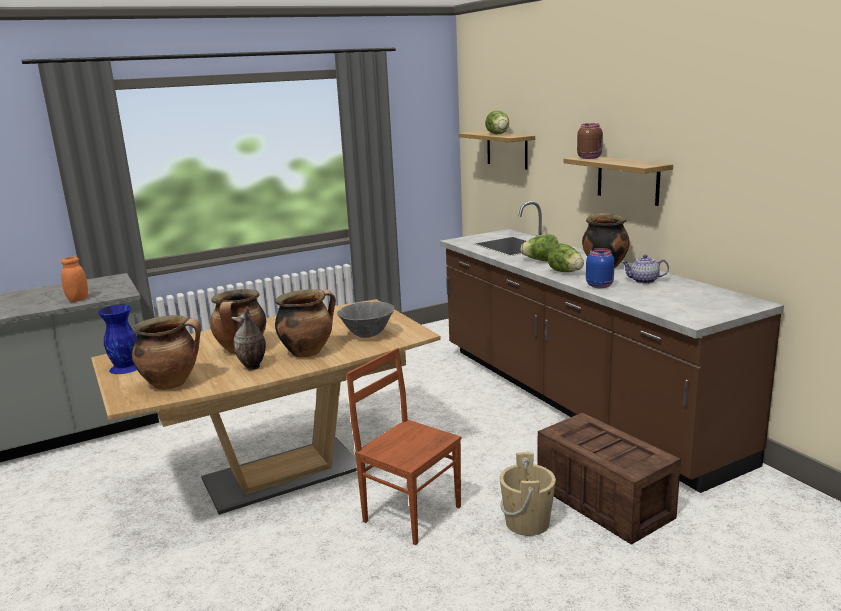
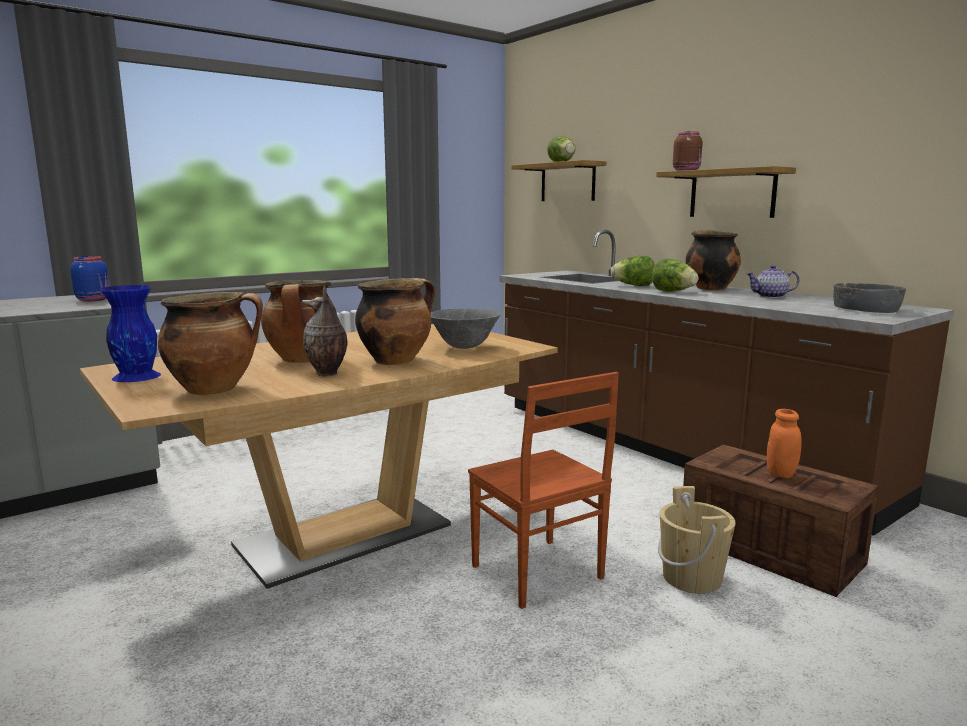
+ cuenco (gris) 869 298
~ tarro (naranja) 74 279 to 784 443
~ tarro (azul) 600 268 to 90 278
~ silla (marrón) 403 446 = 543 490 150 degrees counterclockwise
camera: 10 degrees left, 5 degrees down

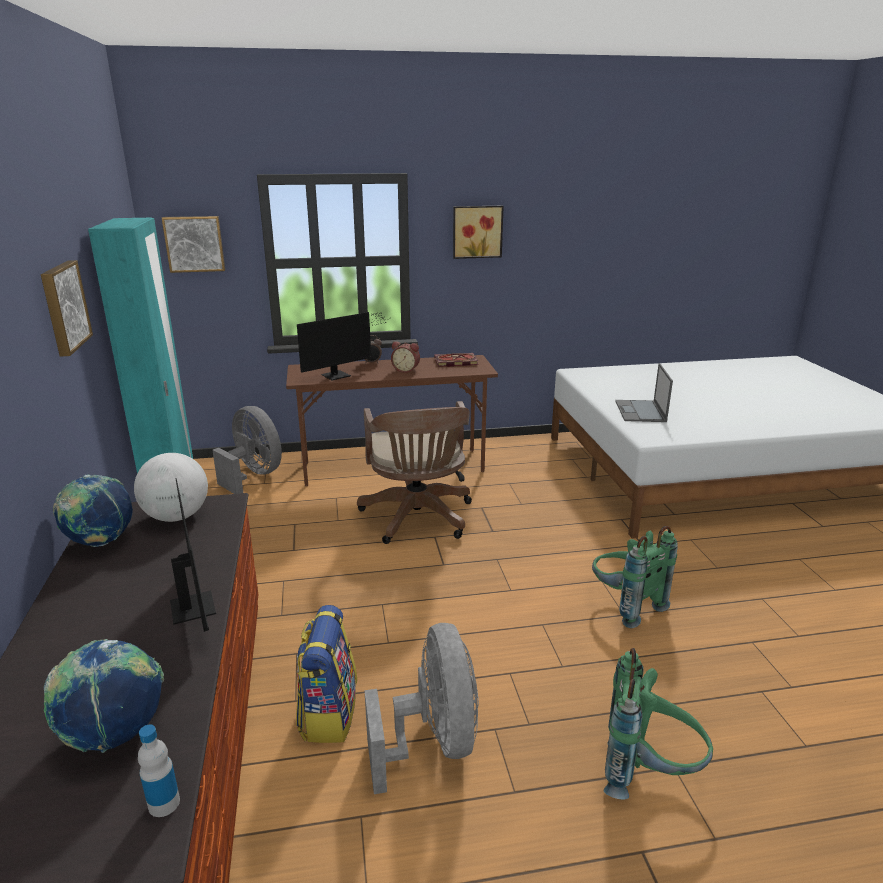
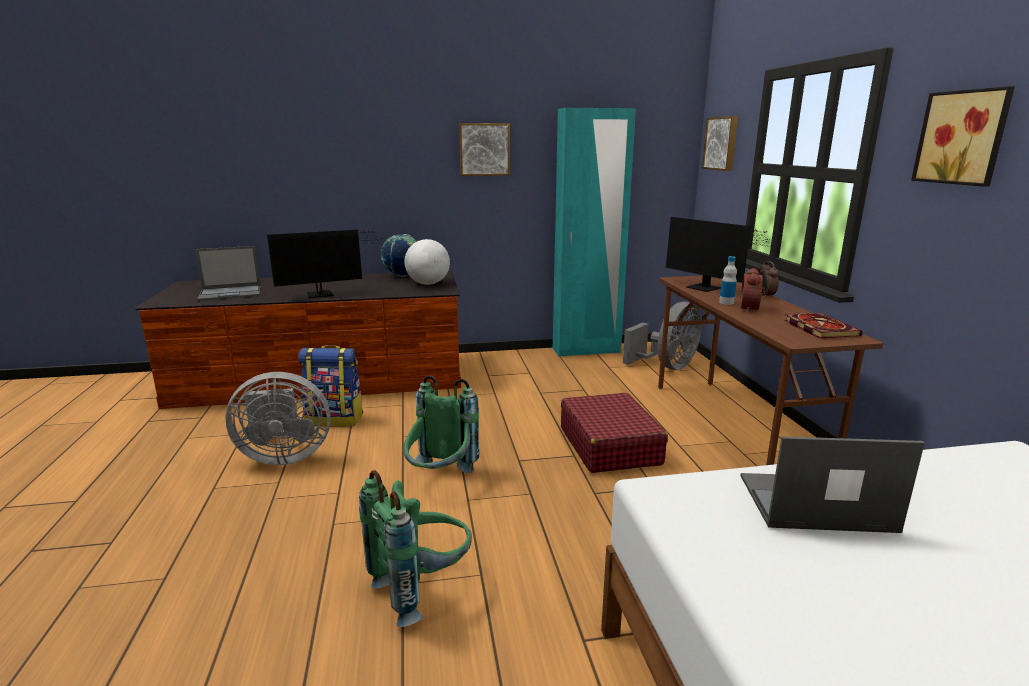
~ botella 159 771 to 728 280
~ mochila (verde) 658 723 to 441 424
~ globo terráqueo 104 696 to portátil 228 273
~ silla de oficina (marrón) 414 472 to maleta (rojo) 614 433
camera: 90 degrees right, 5 degrees down

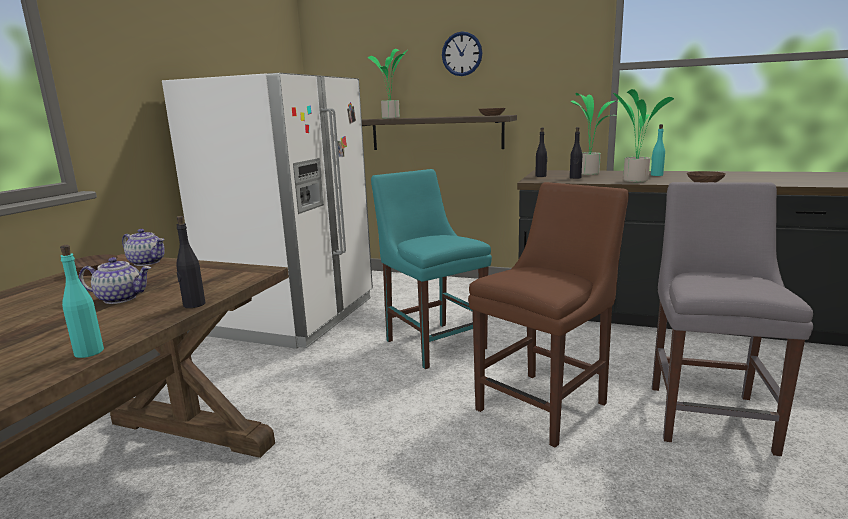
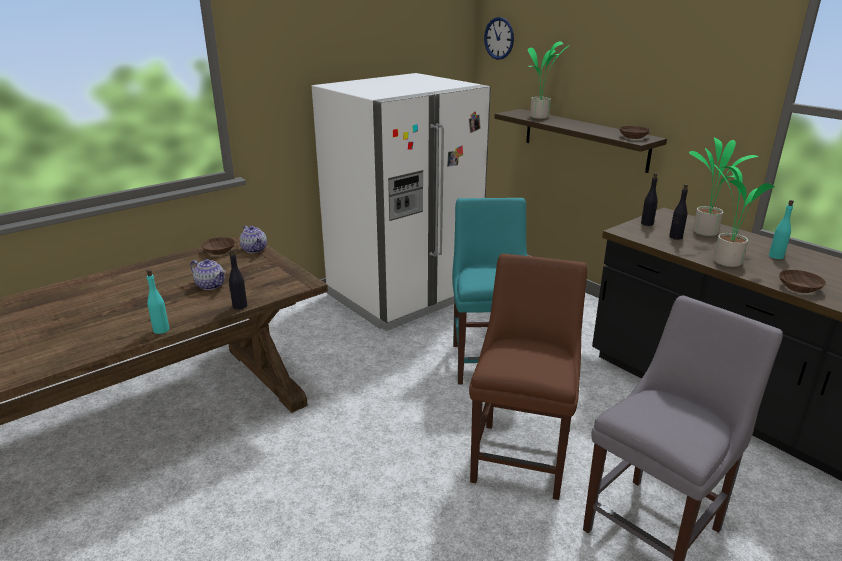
~ reloj de pared 462 53 to 499 38
~ silla (marrón) 548 315 = 528 376 60 degrees counterclockwise
camera: 30 degrees right, 10 degrees up

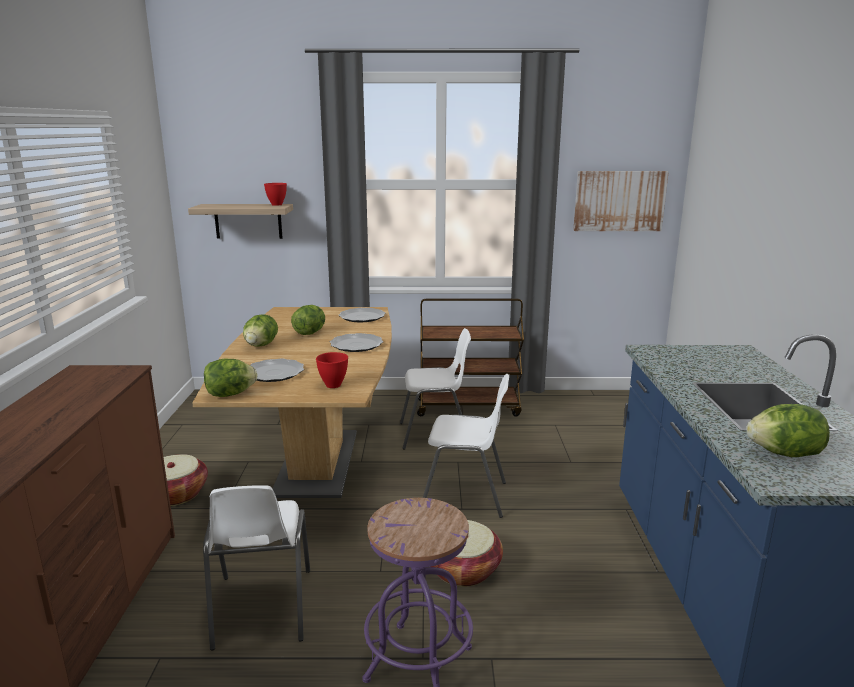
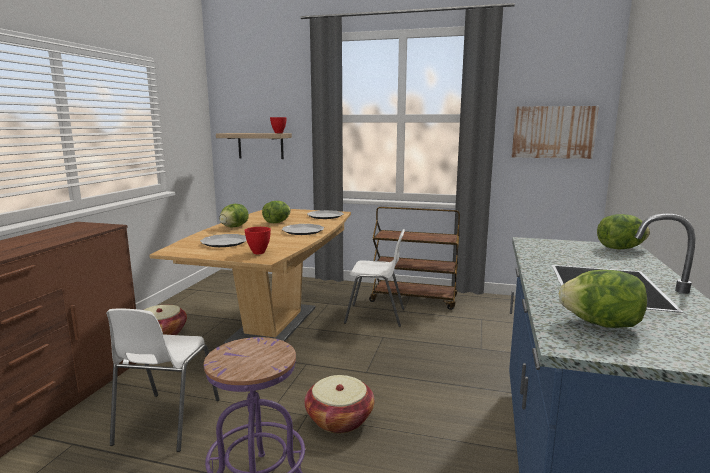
- silla (blanco) 466 446
~ lechuga 230 377 to 623 231
camera: 15 degrees right, 5 degrees down

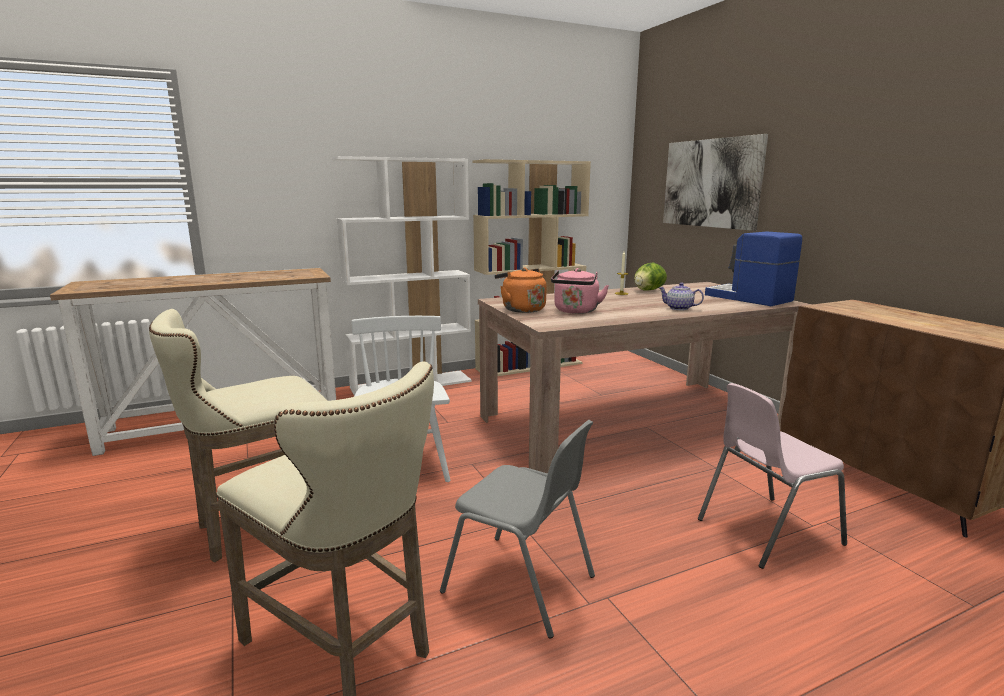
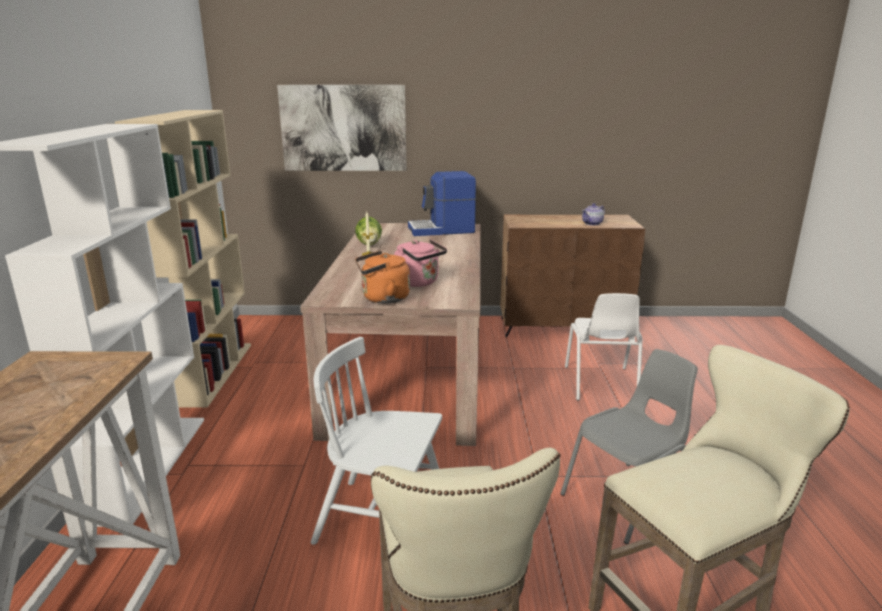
~ tetera 681 296 to 593 214
~ silla (rosa) 772 476 to silla (blanco) 604 347
camera: 65 degrees left, 5 degrees up

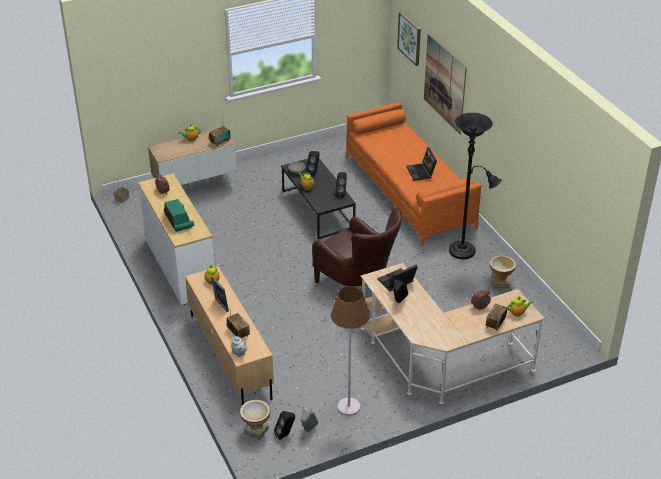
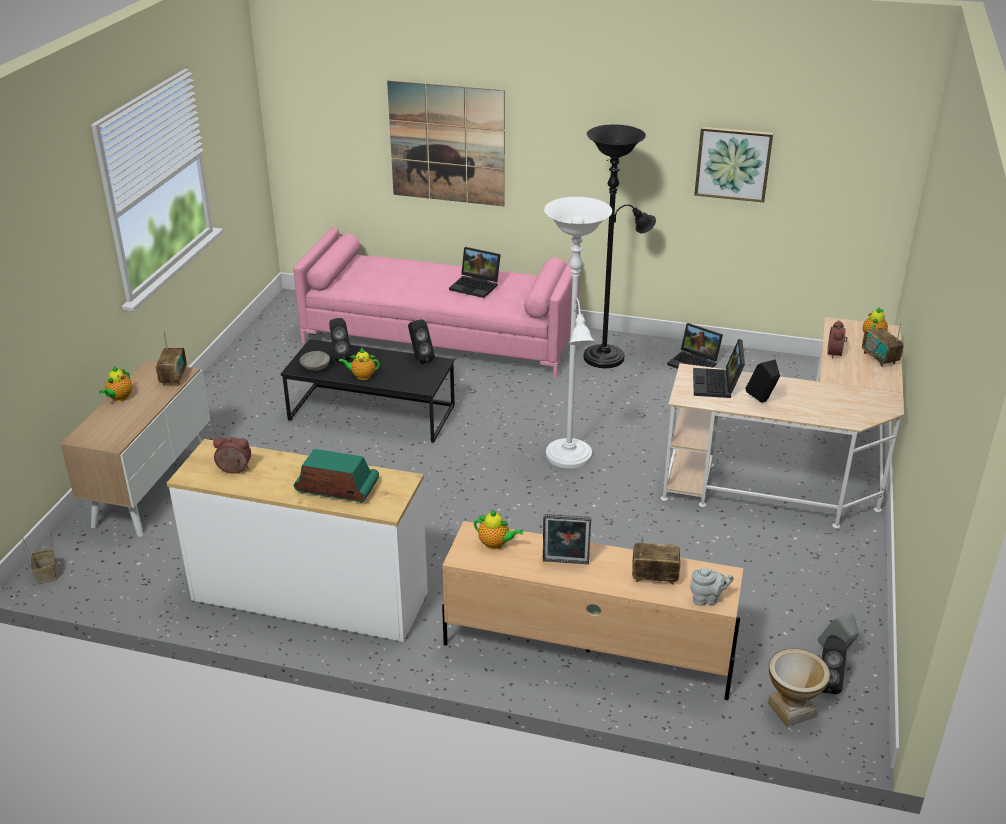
- lámpara de pie (marrón) 350 351
~ cuadro 409 39 to 733 165
~ sillón (marrón) 357 247 to lámpara de pie (blanco) 578 333
~ florero 502 271 to portátil 695 346
~ sofá (naranja) 413 174 to sofá (rosa) 437 303
camera: 50 degrees left, 5 degrees down

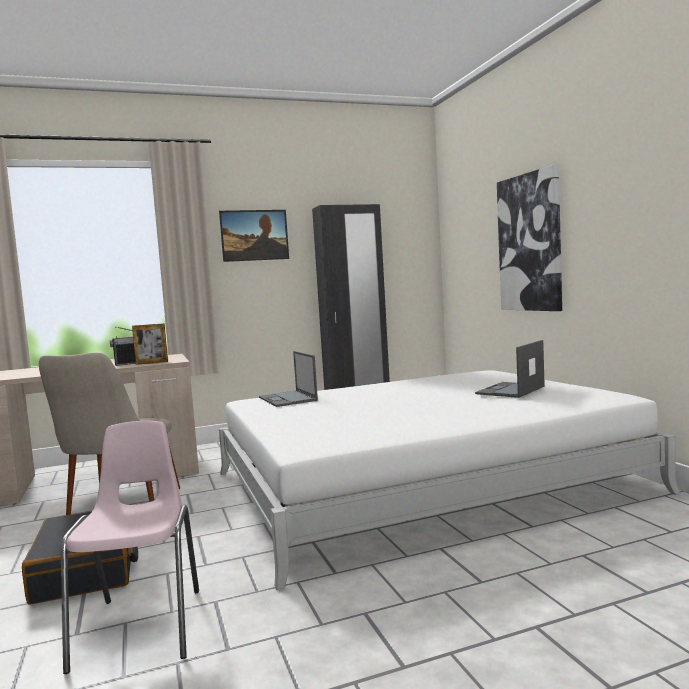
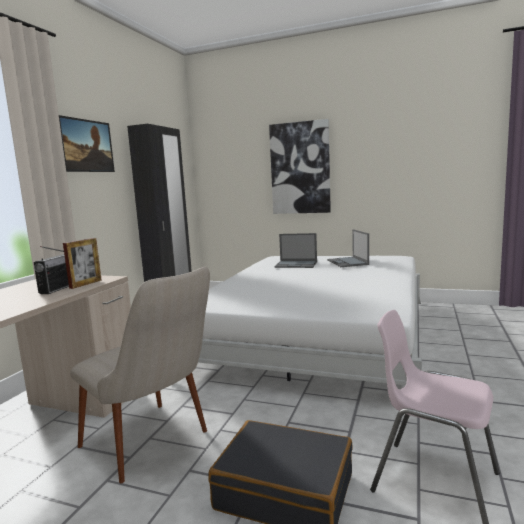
~ portátil 288 379 to 295 250
camera: 50 degrees left, 5 degrees up

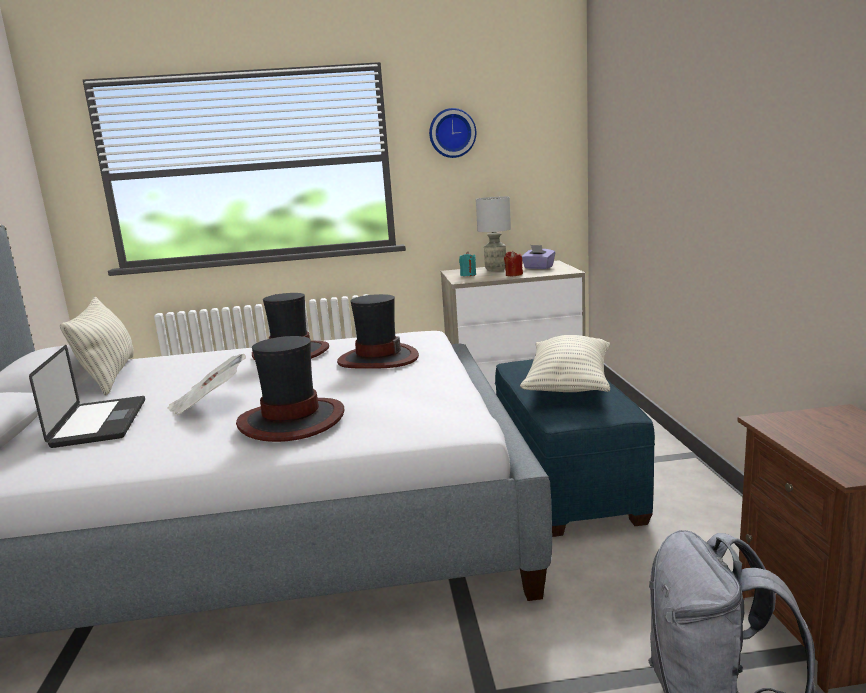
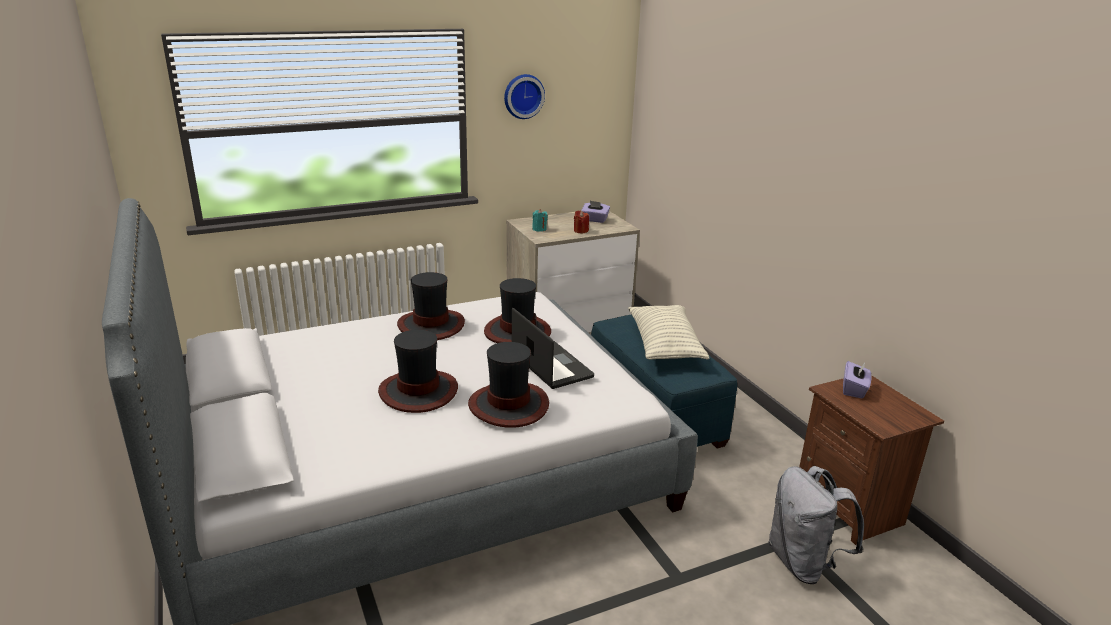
- cojín 97 346
- lámpara de mesa (gris) 493 233
+ caja de pañuelos (morado) 857 379
~ portátil 87 396 to 553 348
~ periódico 207 384 to sombrero 418 371
camera: 20 degrees left, 10 degrees up

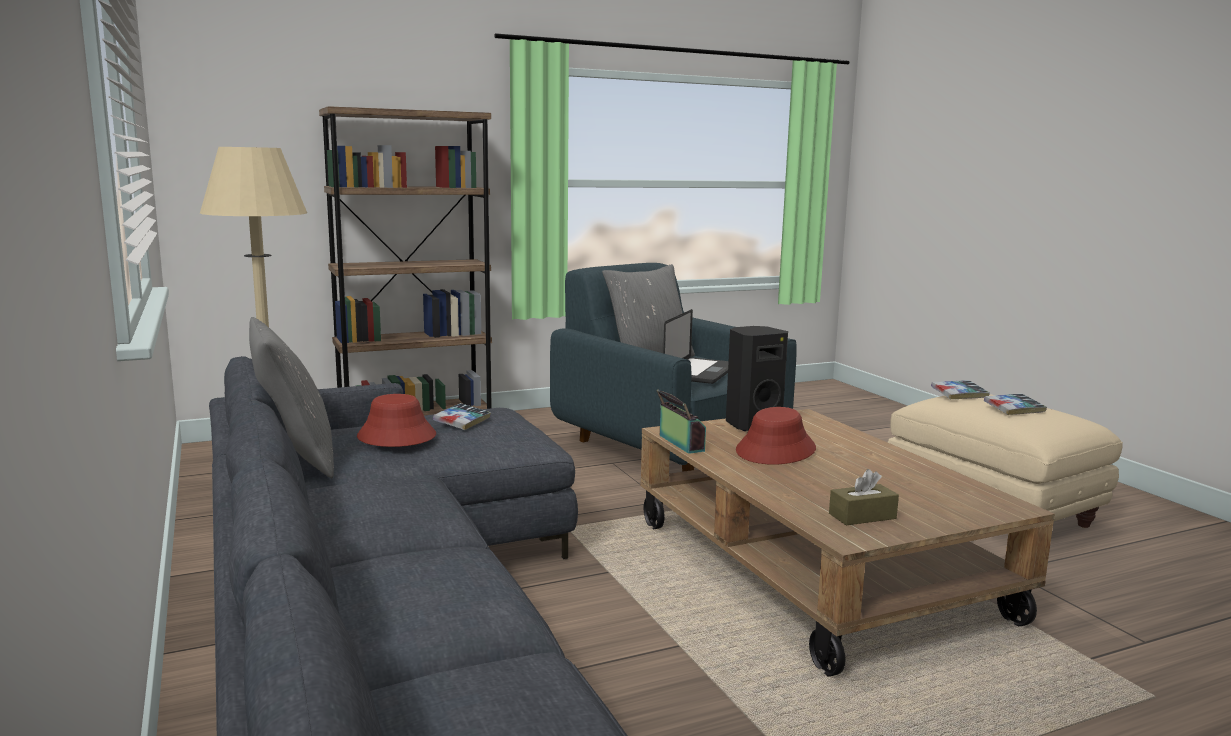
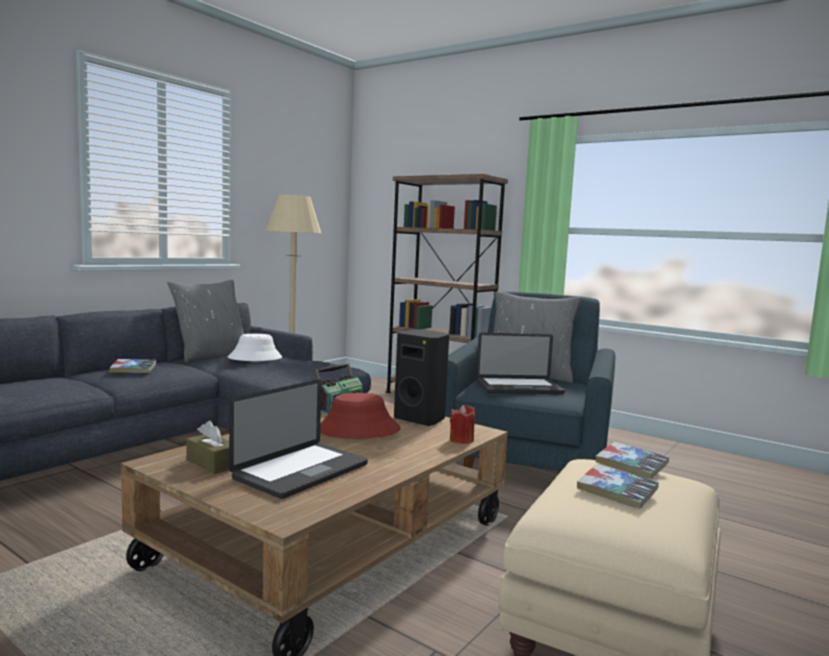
+ portátil 298 439
+ vela (rojo) 462 424
~ libro 462 416 to 133 366
~ sombrero (rojo) 396 420 to sombrero (blanco) 255 347
camera: 60 degrees right, 5 degrees down

